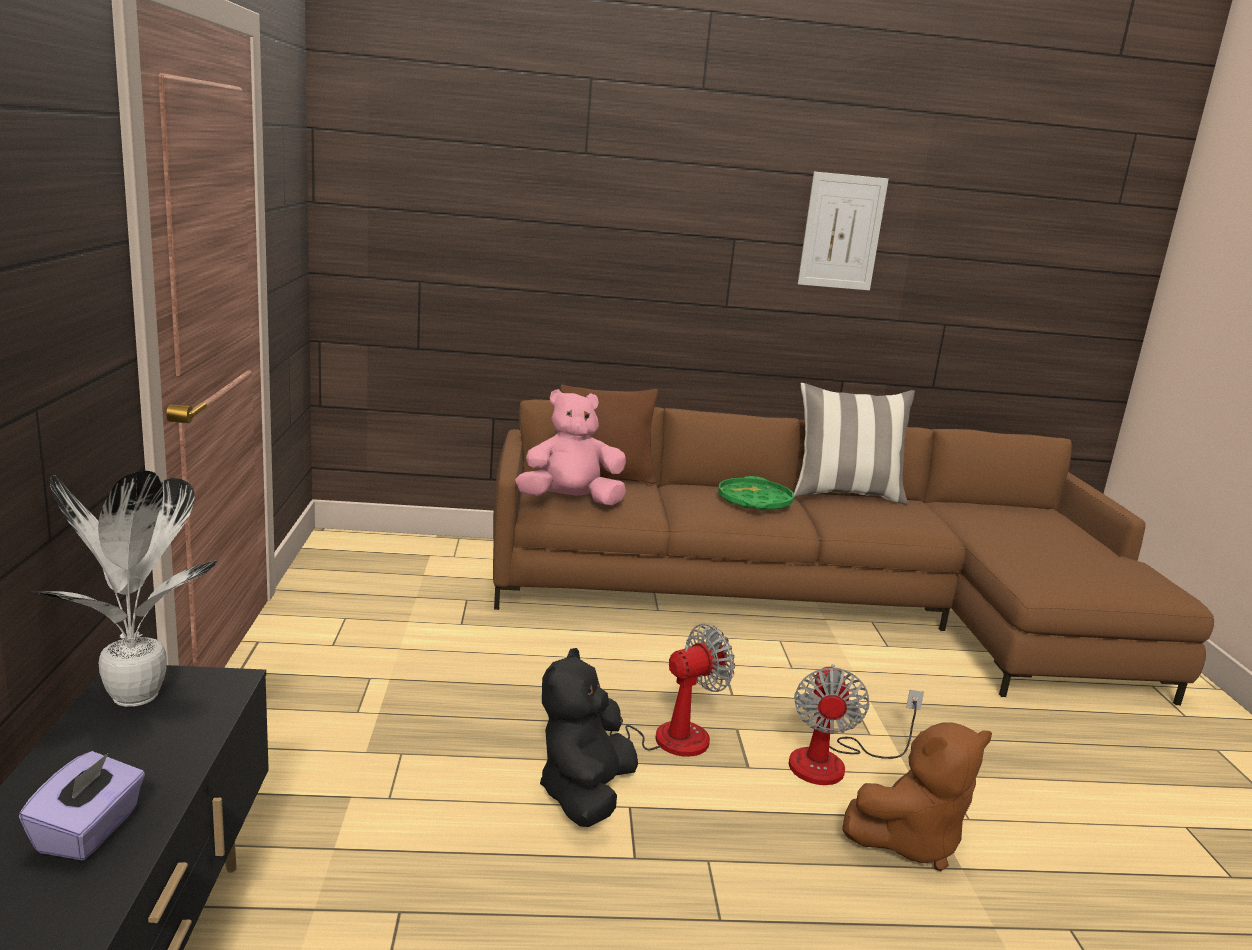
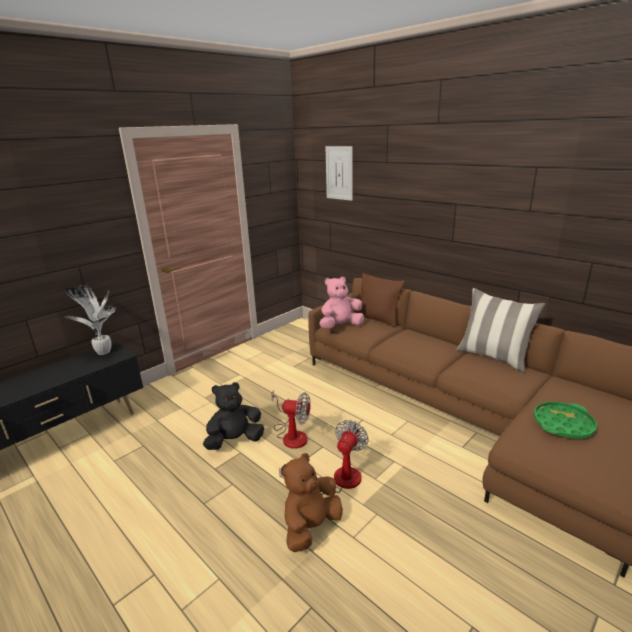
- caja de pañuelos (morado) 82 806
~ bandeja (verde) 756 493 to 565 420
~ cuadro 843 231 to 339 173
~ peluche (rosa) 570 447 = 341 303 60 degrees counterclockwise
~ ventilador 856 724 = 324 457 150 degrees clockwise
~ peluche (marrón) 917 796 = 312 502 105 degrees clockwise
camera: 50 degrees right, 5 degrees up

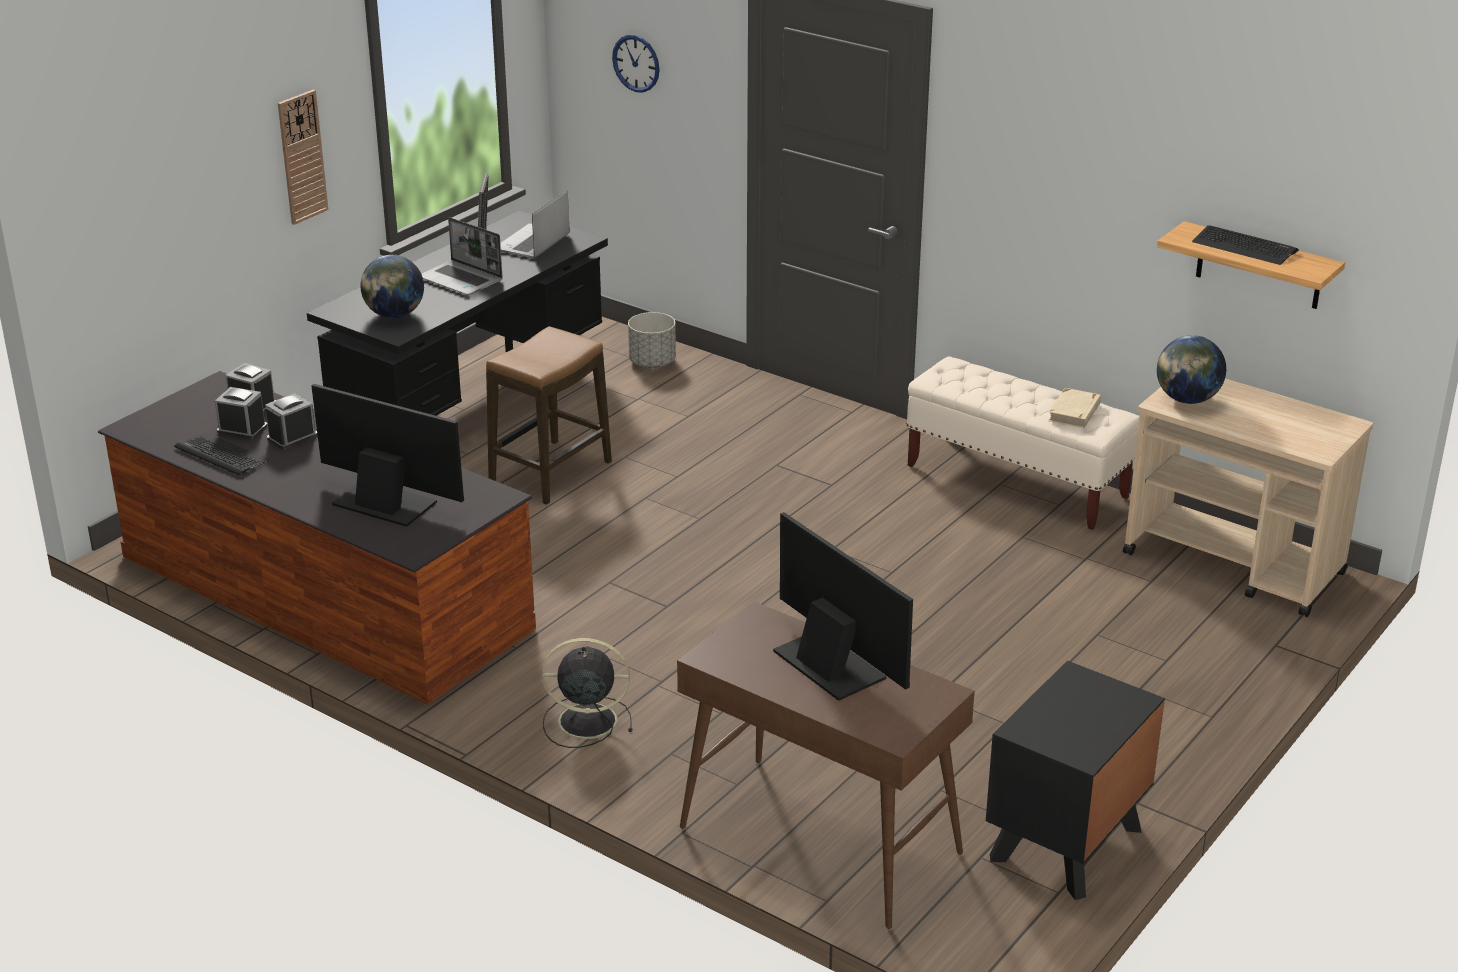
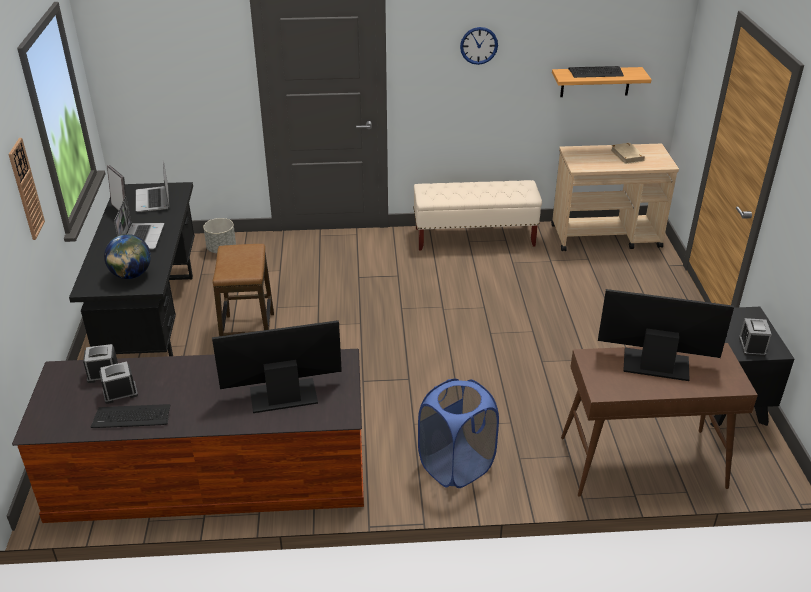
- globo terráqueo 1191 369
~ despertador 291 421 to 755 337
~ reloj de pared 636 64 to 479 46
~ libro (beis) 1074 408 to 628 153
~ ventilador (negro) 587 693 to cesto de la ropa (azul) 458 433
~ portátil 462 256 = 139 223 90 degrees counterclockwise
camera: 40 degrees left, 5 degrees up

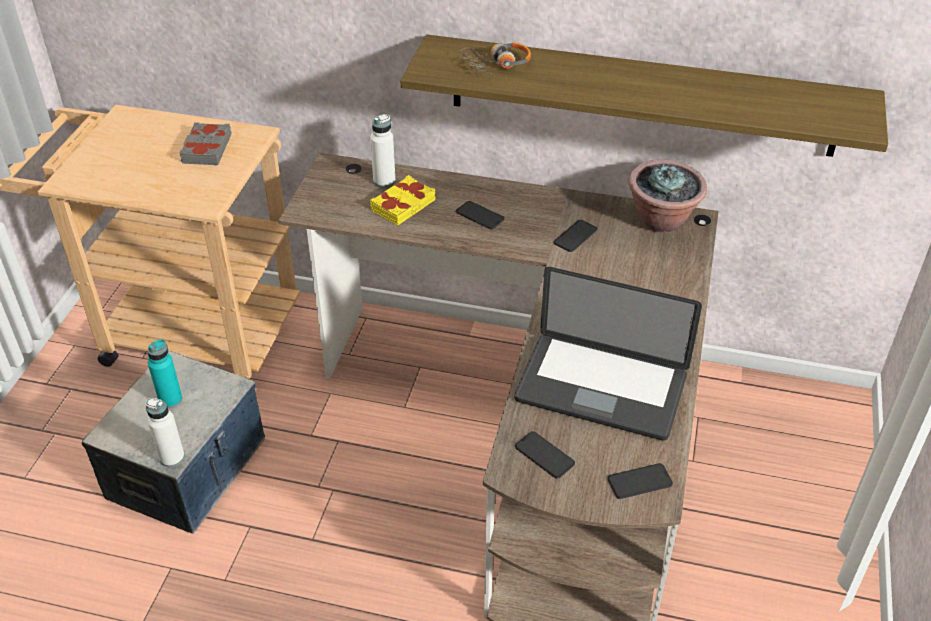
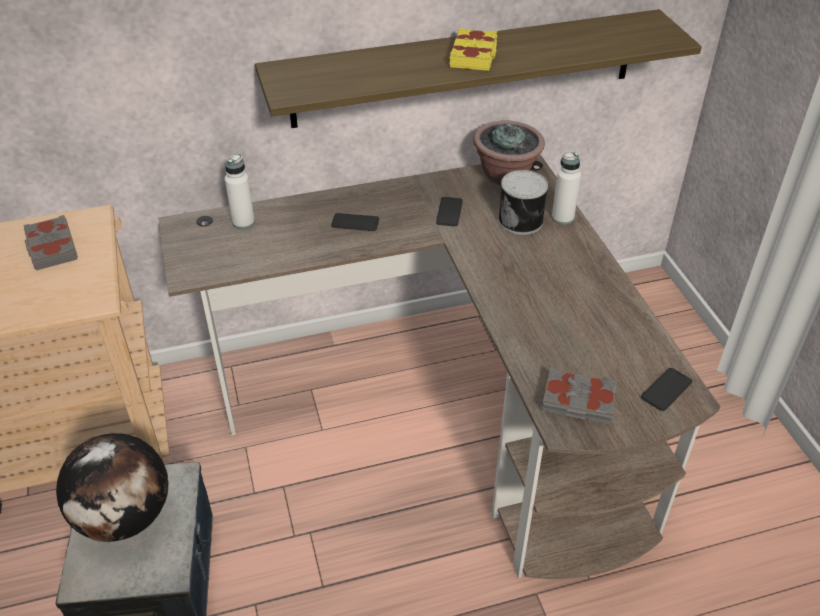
- auriculares 495 58
- portátil 608 353
+ lata 523 202
~ botella (blanco) 165 432 to 566 188
~ libro (amarillo) 402 200 to 473 49
~ botella (turquesa) 165 373 to globo terráqueo 112 487
~ móvil 545 455 to libro (gris) 579 396
camera: 30 degrees left, 0 degrees up

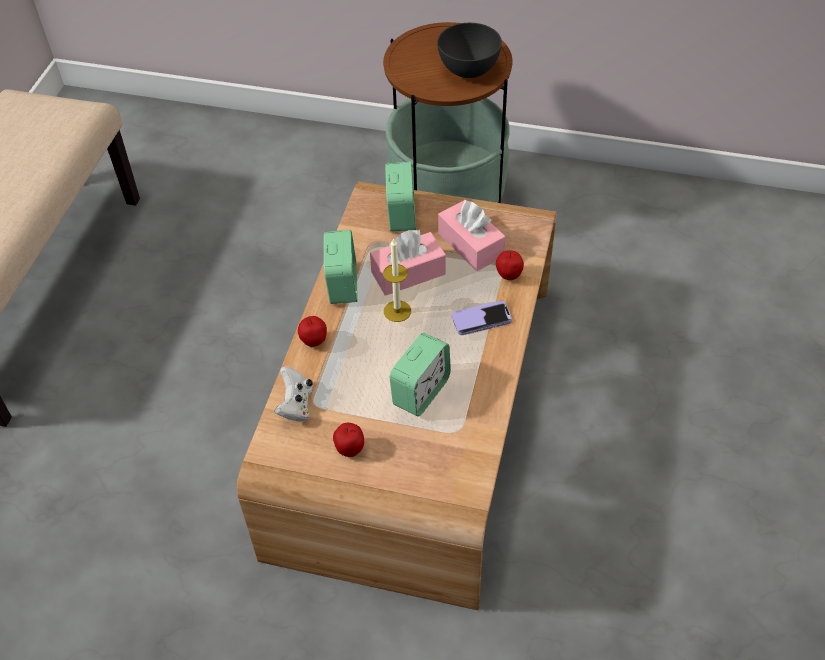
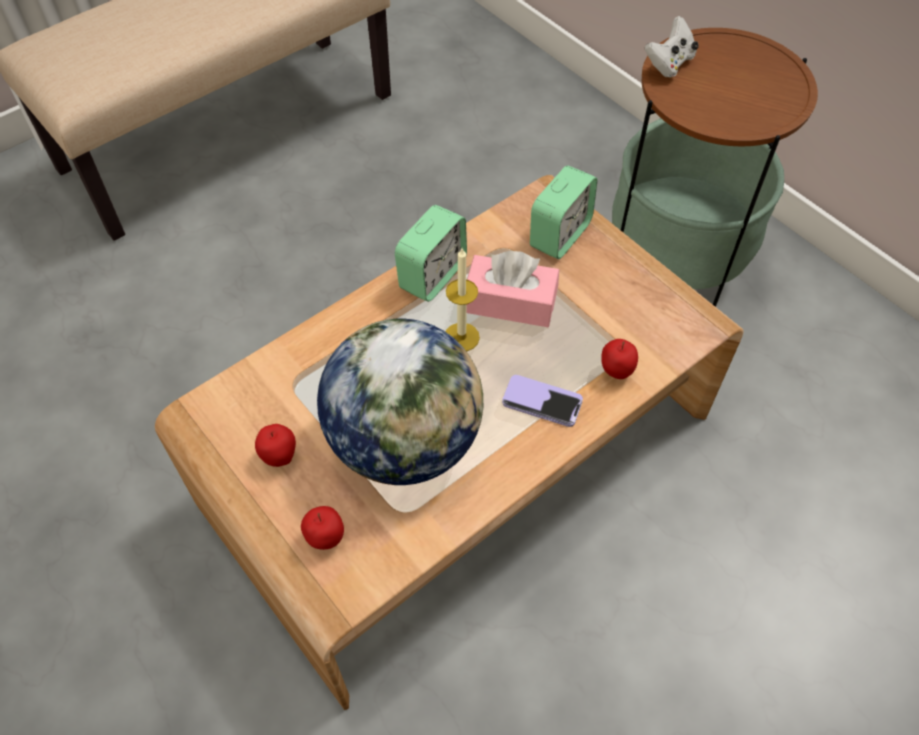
- cuenco (gris) 469 50
- caja de pañuelos (rosa) 472 235
~ mando de consola (blanco) 293 394 to 672 47
~ manzana 312 331 to 322 528
~ despertador 420 374 to globo terráqueo 400 402
camera: 35 degrees right, 5 degrees up

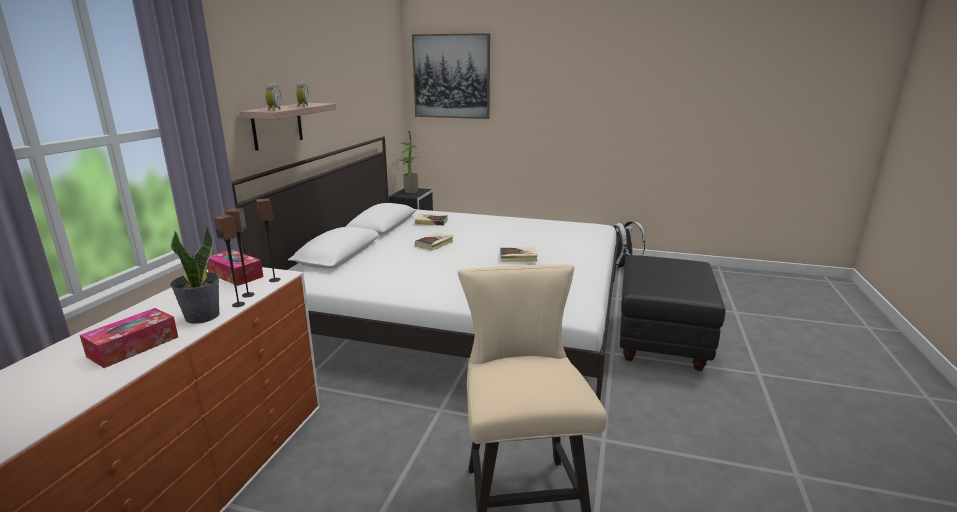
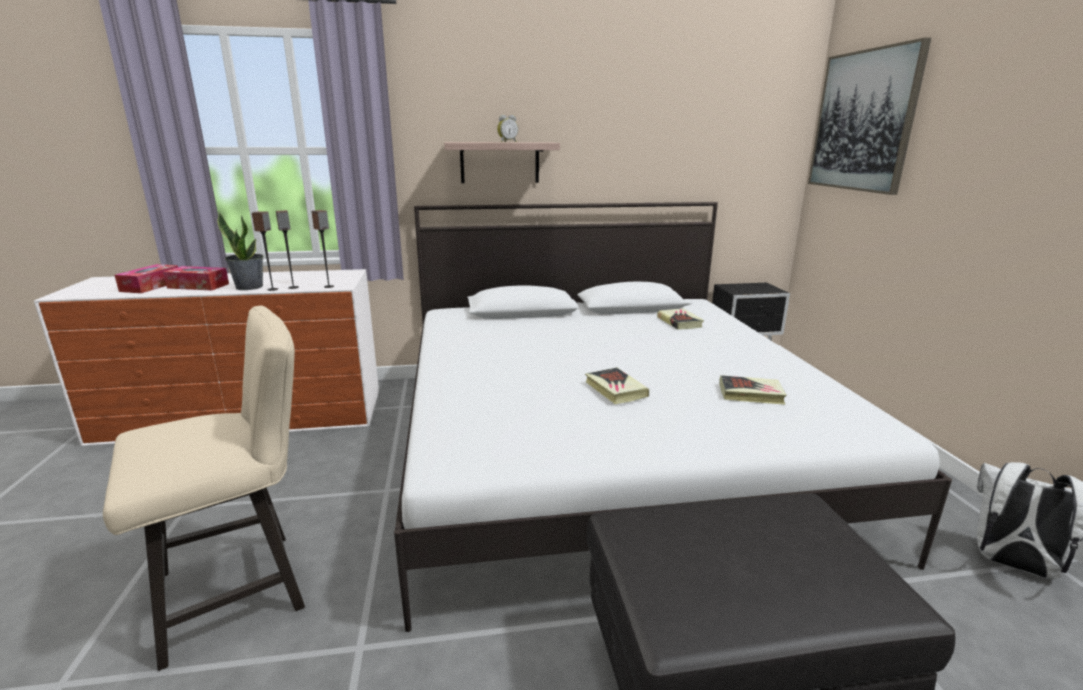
- despertador 273 97
- planta en maceta 408 161
~ caja de pañuelos 235 267 to 146 278
~ libro 434 242 to 753 390
camera: 65 degrees right, 0 degrees up

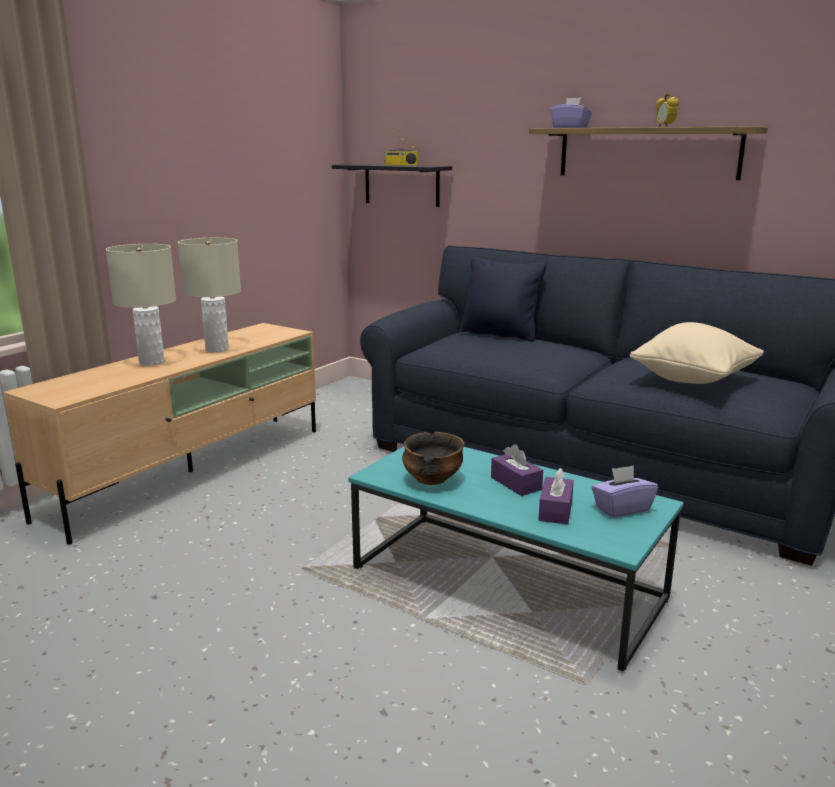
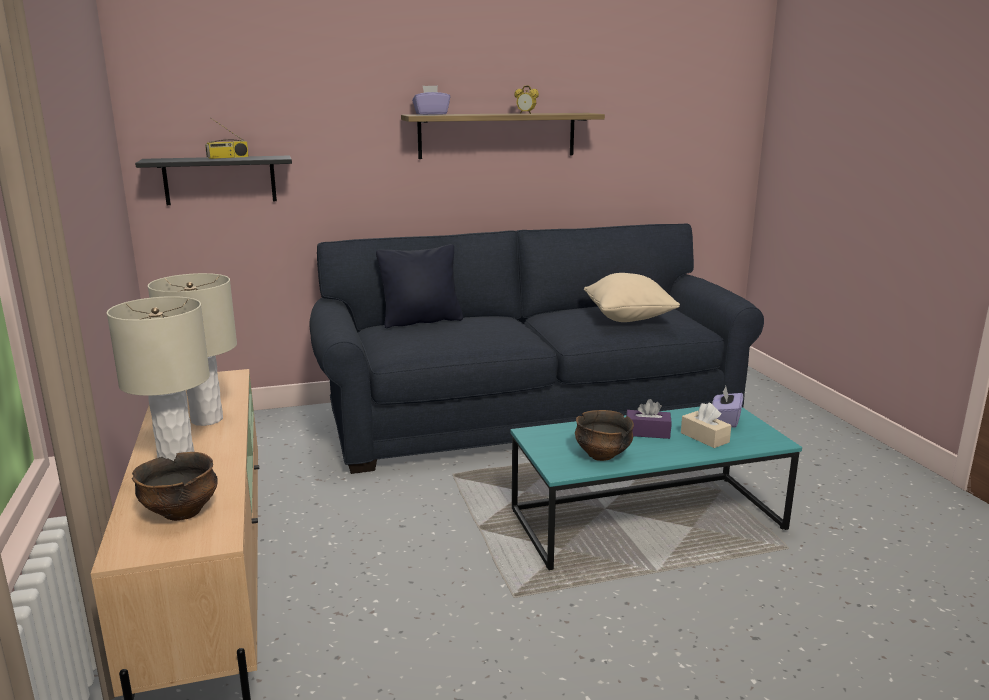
+ cuenco 175 486
~ caja de pañuelos (morado) 556 496 to caja de pañuelos (beis) 706 425
camera: 50 degrees left, 0 degrees up

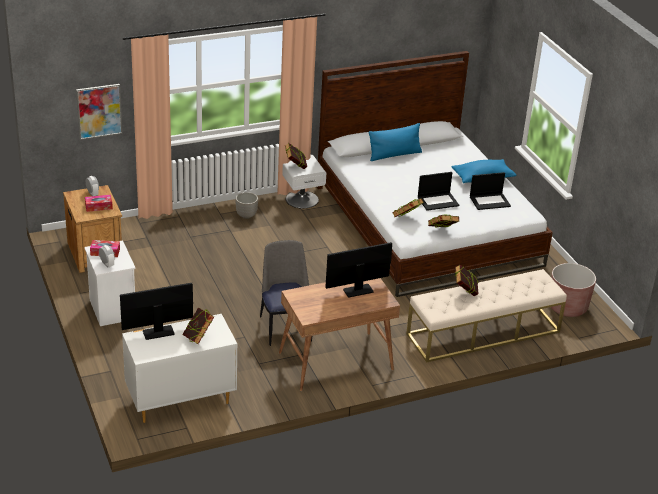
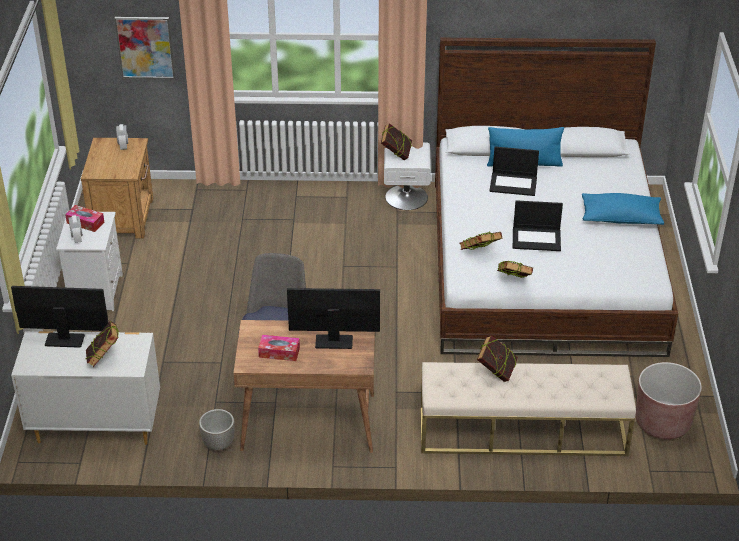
~ caja de pañuelos 99 203 to 279 348
~ maceta 246 205 to 217 430
~ portátil 490 191 to 514 171
camera: 25 degrees right, 5 degrees up

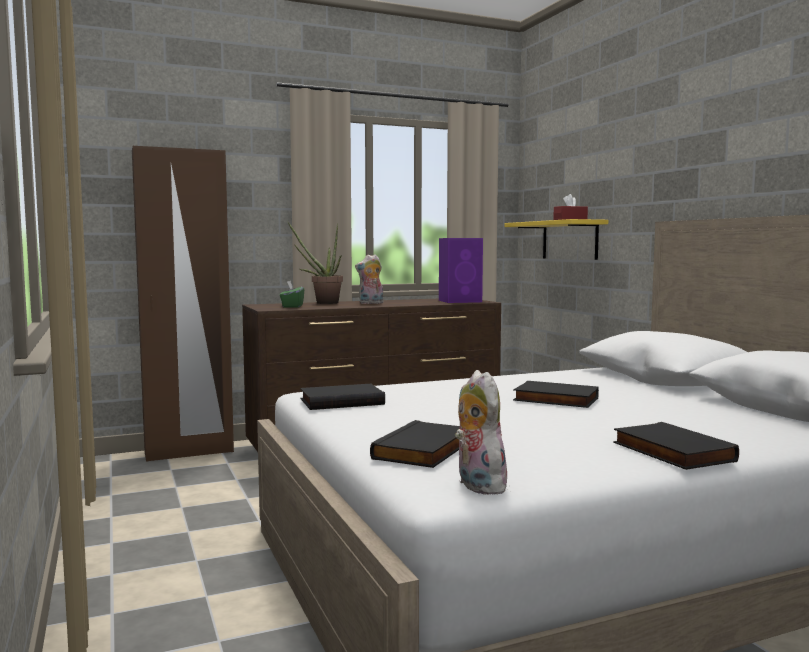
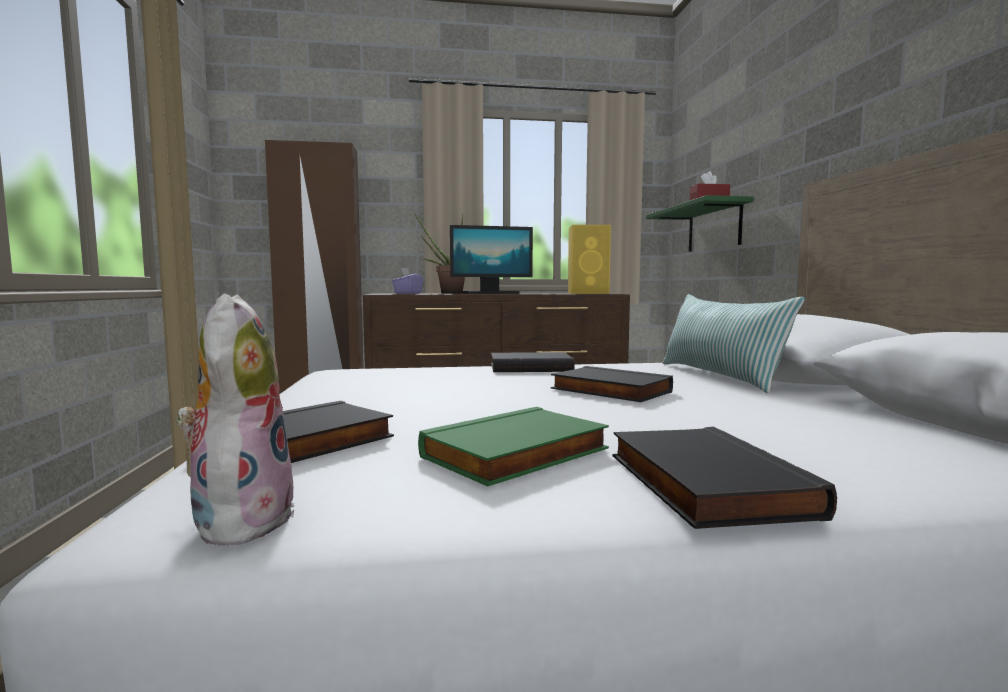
+ libro (verde) 513 447
+ cojín 734 343
~ libro (negro) 342 397 to 533 362
~ peluche 369 279 to monitor 491 259
~ caja de pañuelos (verde) 292 294 to caja de pañuelos (morado) 407 281
~ altavoz (morado) 461 270 to altavoz (amarillo) 589 259
~ estante (amarillo) 556 239 to estante (verde) 699 223
camera: 15 degrees right, 0 degrees up

